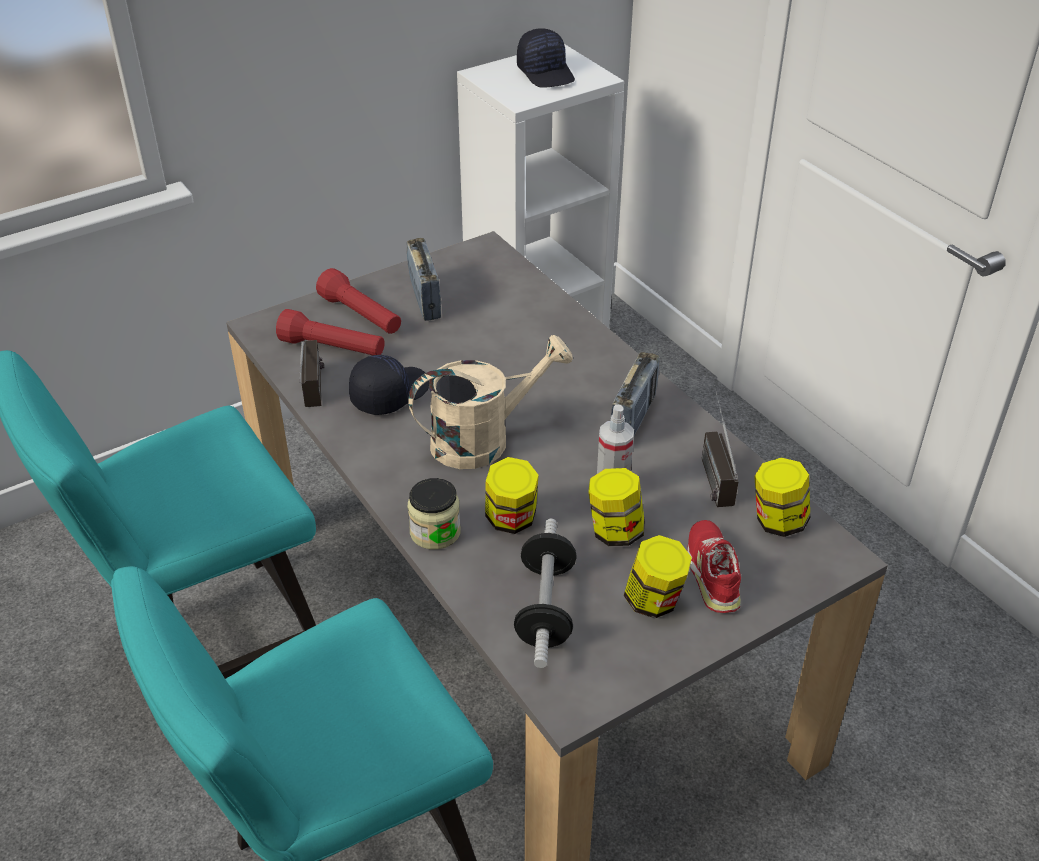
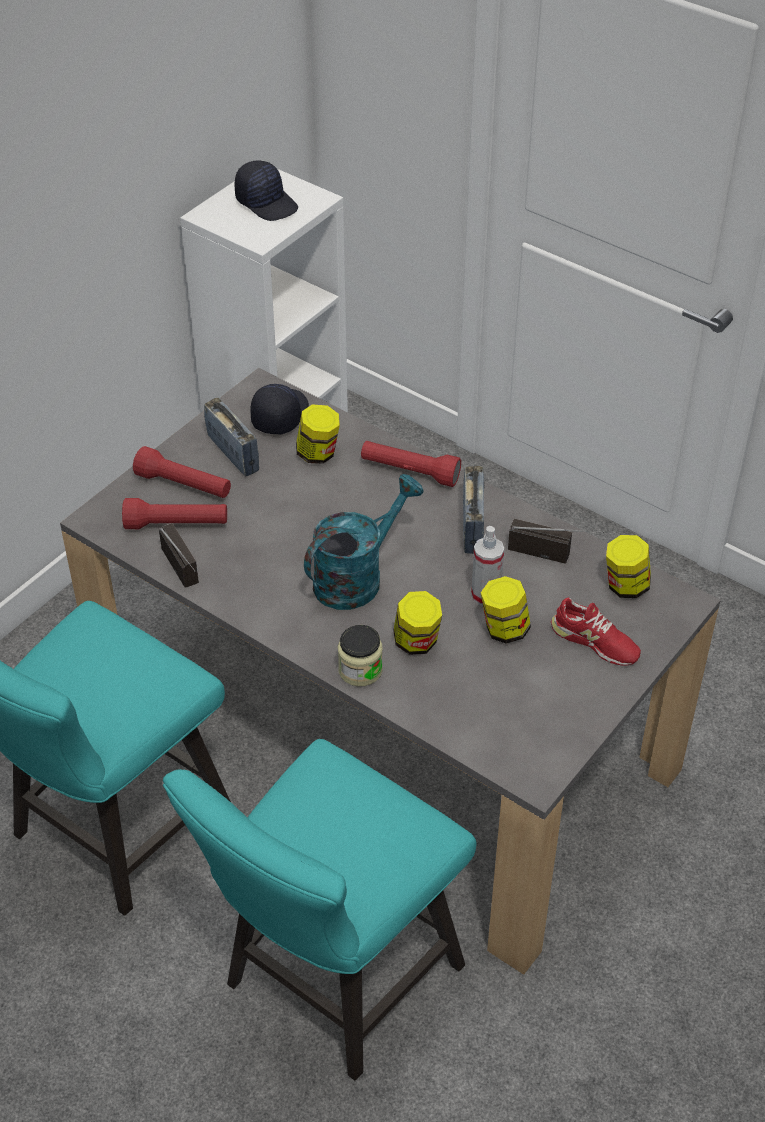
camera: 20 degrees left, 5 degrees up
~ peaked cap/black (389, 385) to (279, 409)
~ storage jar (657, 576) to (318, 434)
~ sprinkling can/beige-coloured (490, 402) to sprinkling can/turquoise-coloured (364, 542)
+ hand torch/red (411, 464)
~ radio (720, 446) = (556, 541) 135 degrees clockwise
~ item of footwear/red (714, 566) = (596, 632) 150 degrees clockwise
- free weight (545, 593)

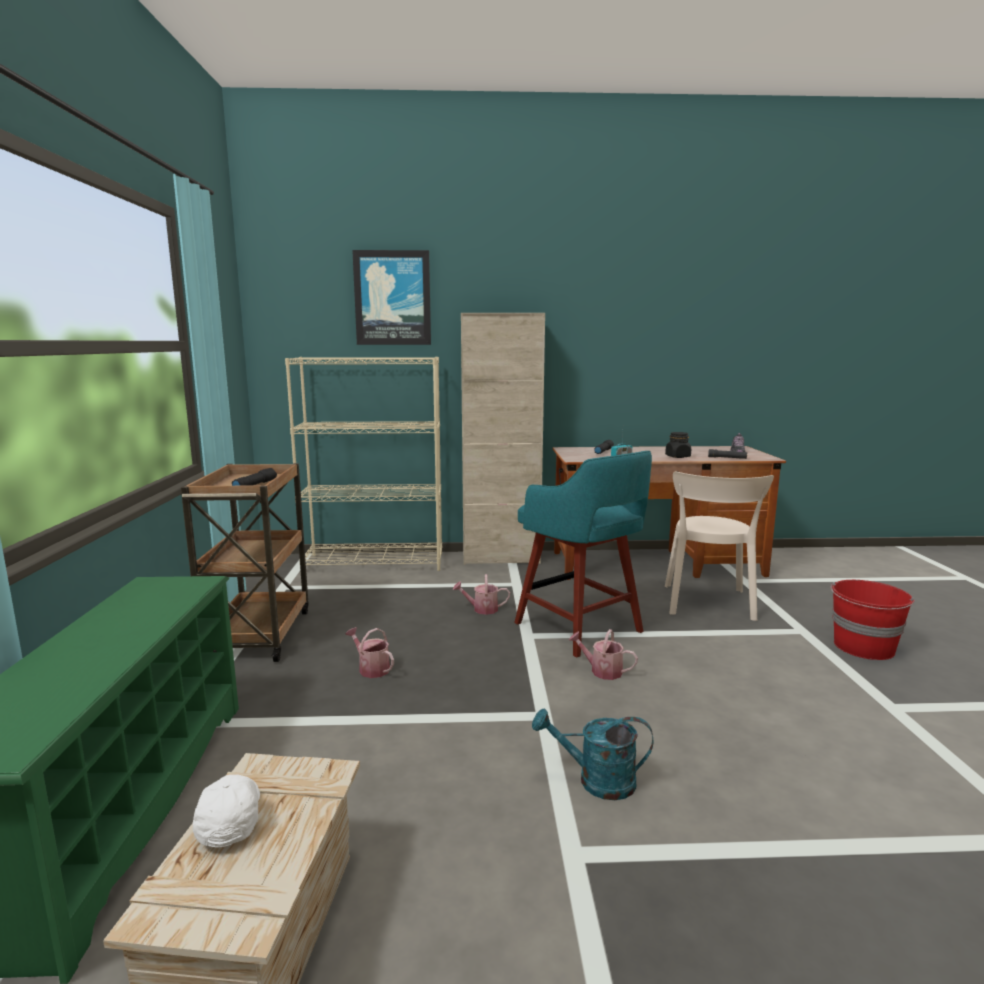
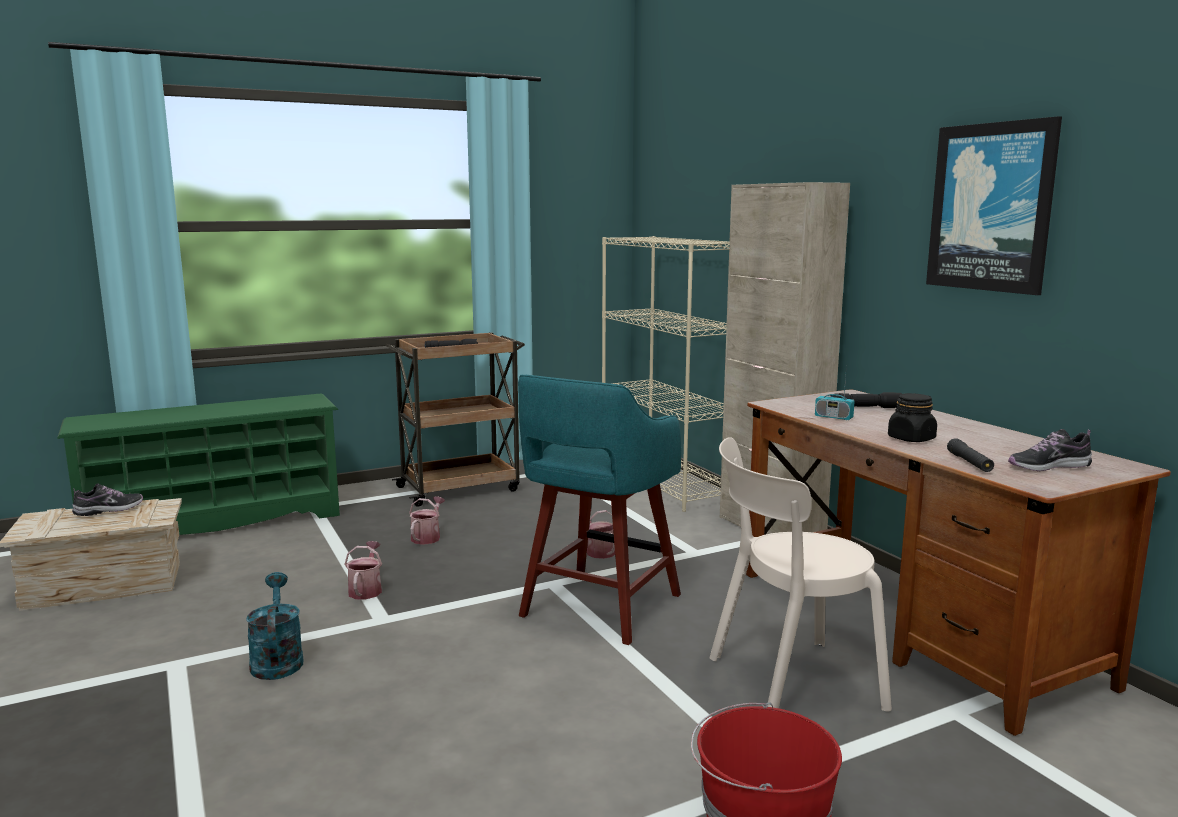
camera: 65 degrees right, 0 degrees up
~ peaked cap/white (226, 811) to item of footwear (107, 499)
~ sprinkling can (603, 654) to (363, 570)
~ picture (391, 297) to (994, 205)

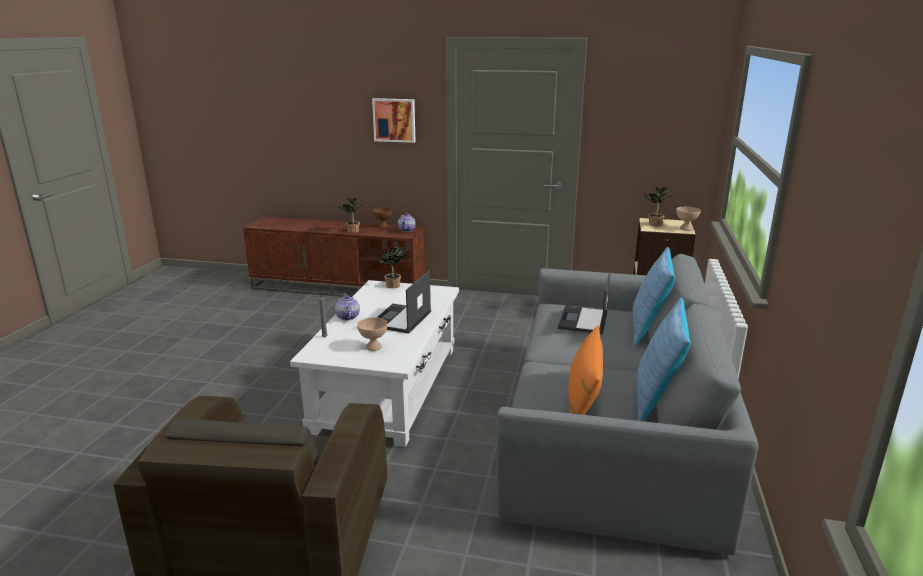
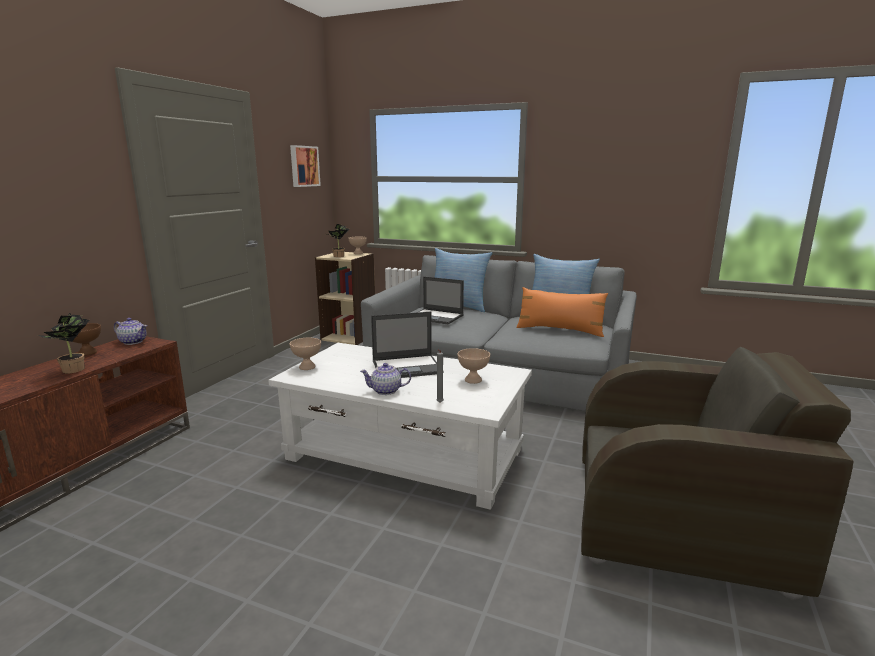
camera: 80 degrees left, 5 degrees down
~ picture (393, 120) to (305, 166)
~ plant in a pot (392, 266) to bowl/beige-coloured (305, 354)
~ laptop (403, 301) = (404, 345) 45 degrees counterclockwise

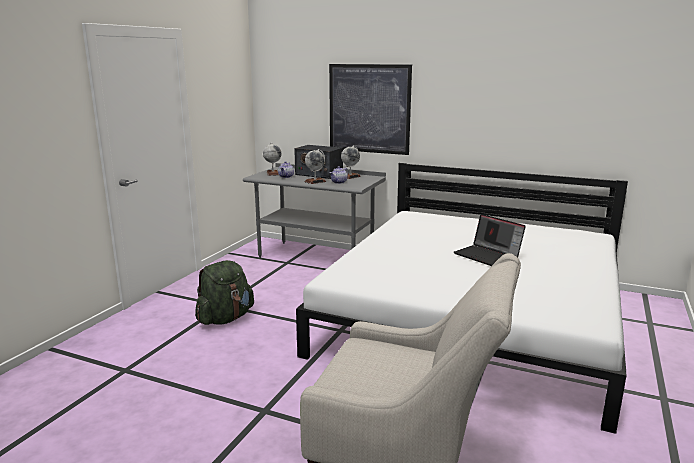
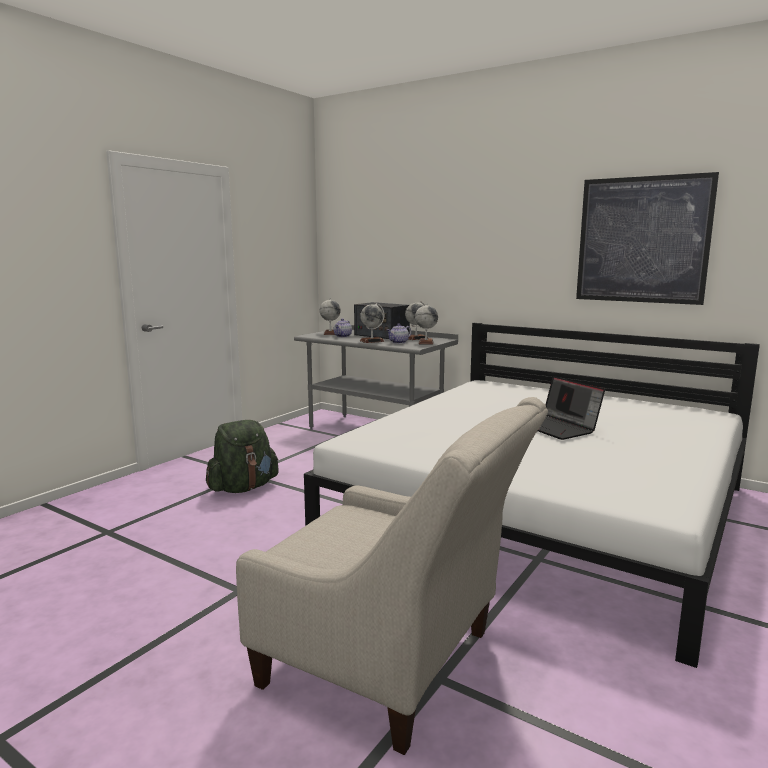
camera: 10 degrees right, 5 degrees down
+ globe (426, 324)
~ picture (370, 109) to (647, 238)

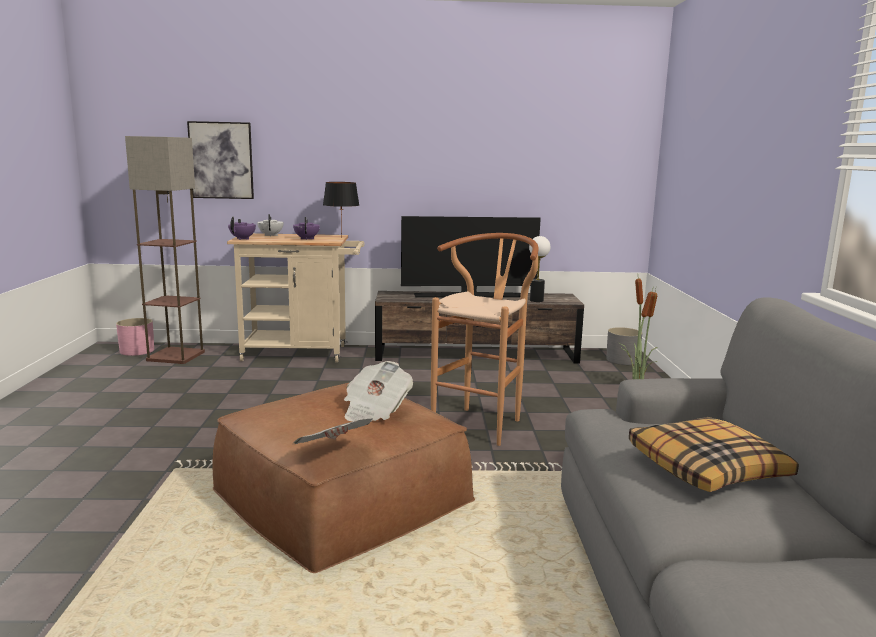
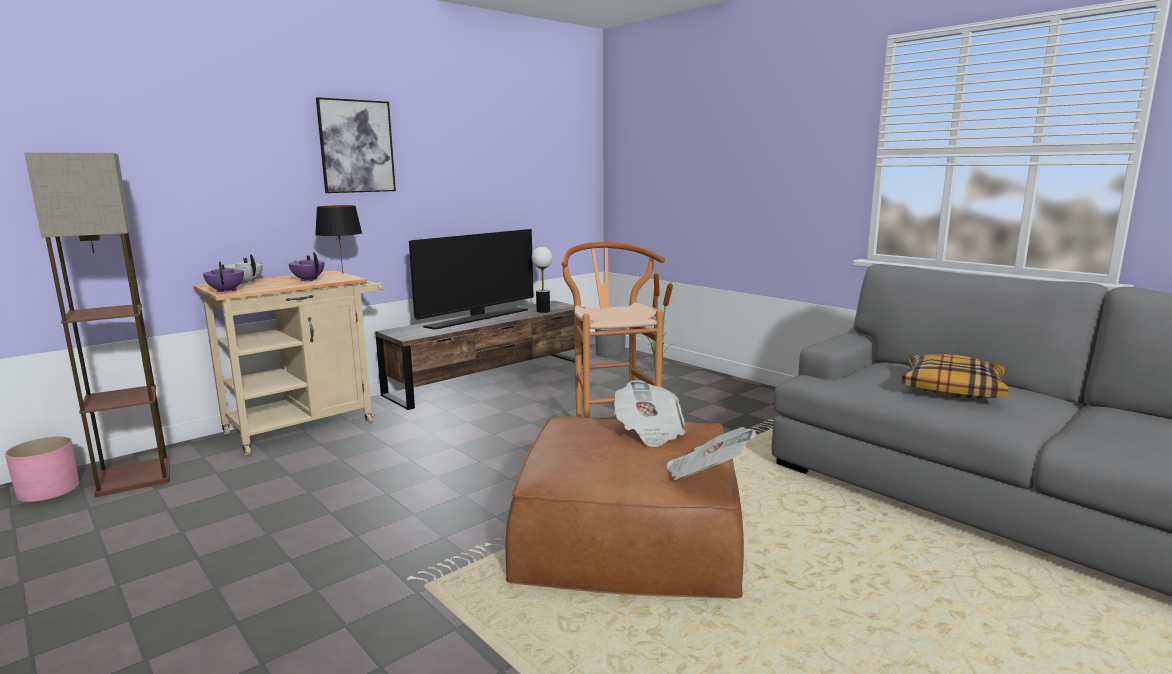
camera: 40 degrees left, 0 degrees up
~ picture (220, 160) to (356, 145)

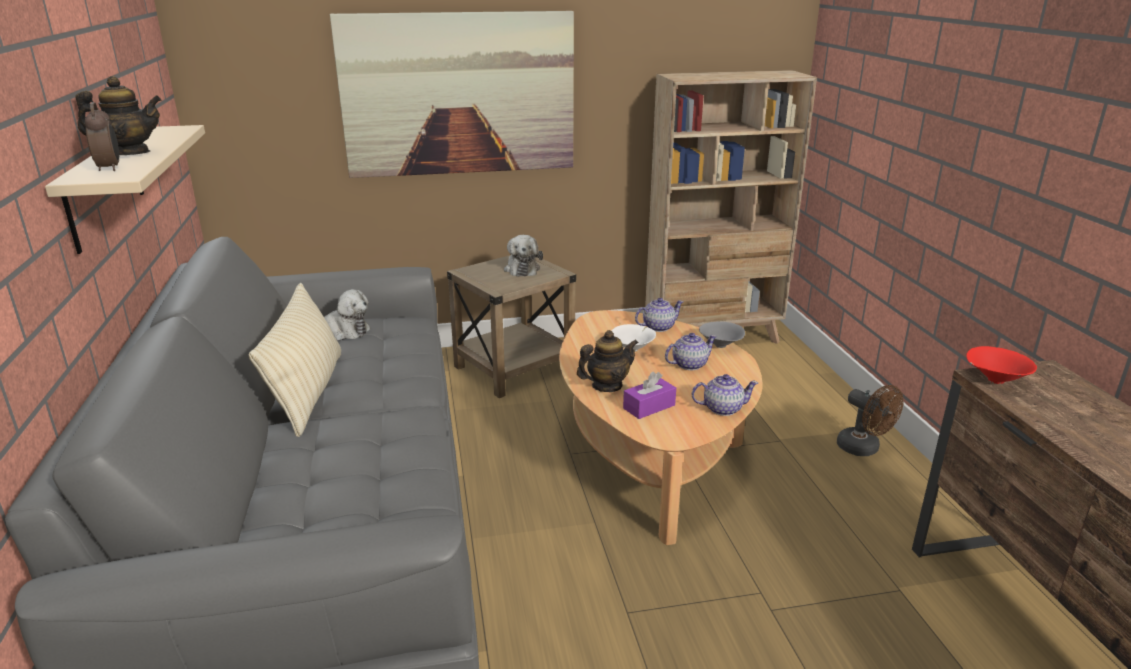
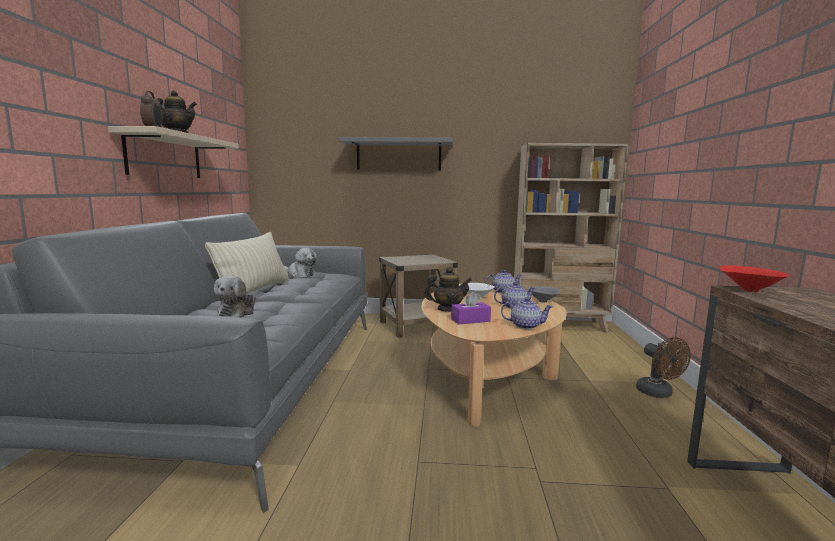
camera: 15 degrees right, 15 degrees down
~ cuddly toy (523, 256) to (235, 296)
~ picture (452, 94) to bracket shelf/greyish (396, 154)

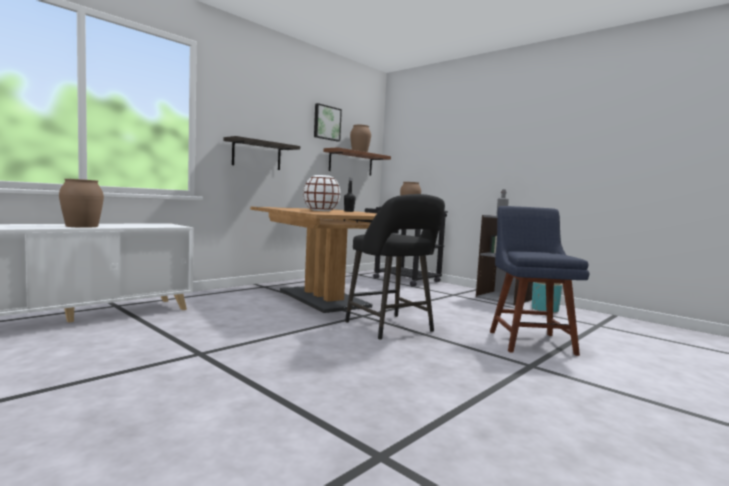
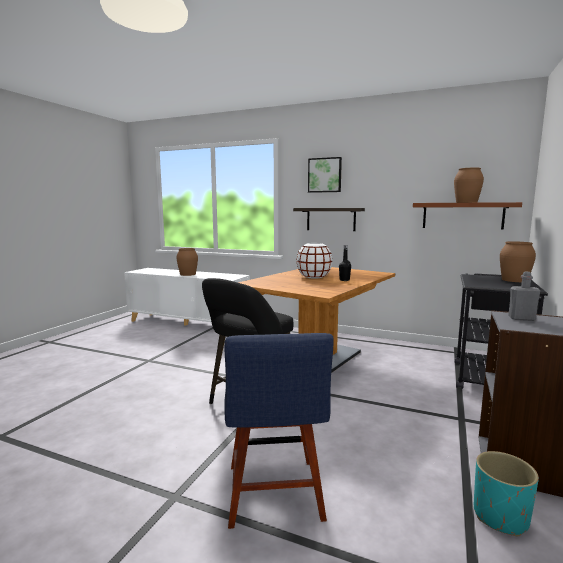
camera: 70 degrees right, 5 degrees up
~ plain chair/blue (539, 281) = (279, 431) 105 degrees clockwise
~ picture (328, 122) to (325, 175)

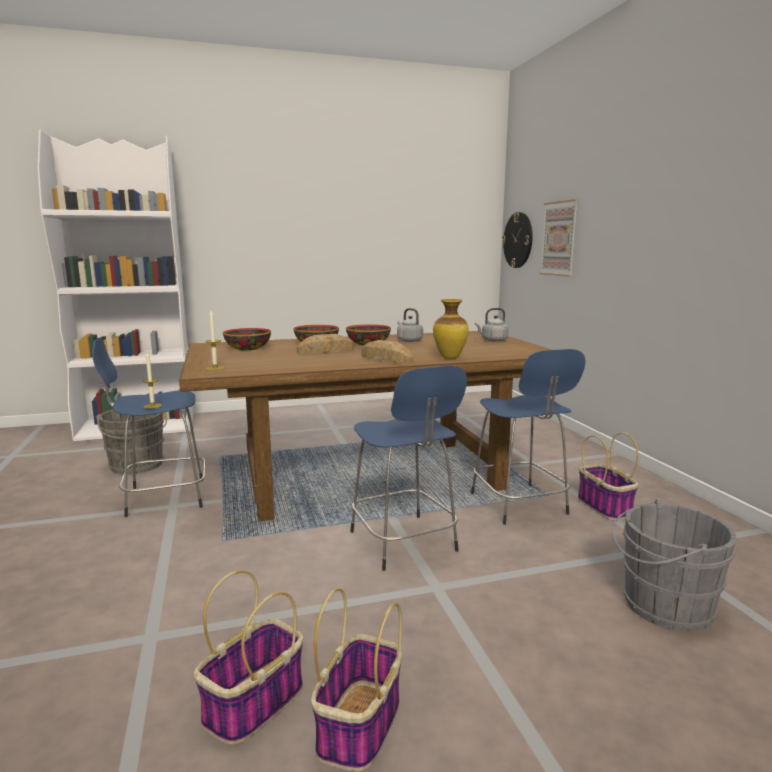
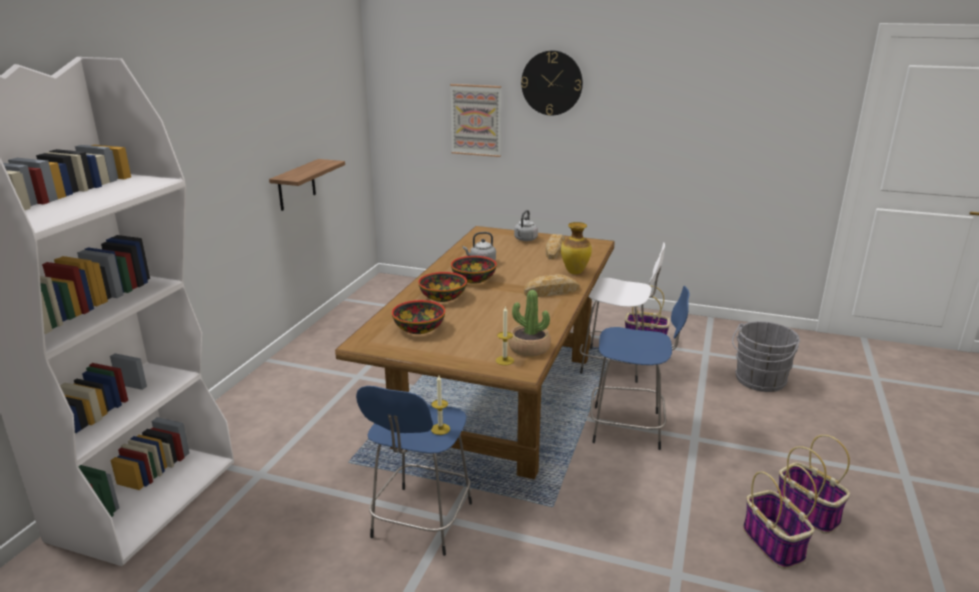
camera: 55 degrees left, 10 degrees up
+ bracket shelf (307, 185)
+ plant in a pot (530, 323)
~ clock on the wall (517, 240) to (552, 83)
~ baked bread (325, 344) to (555, 247)
~ sitting stool/blue (528, 437) to sitting stool/white (622, 312)
- water bucket/greyish (131, 441)

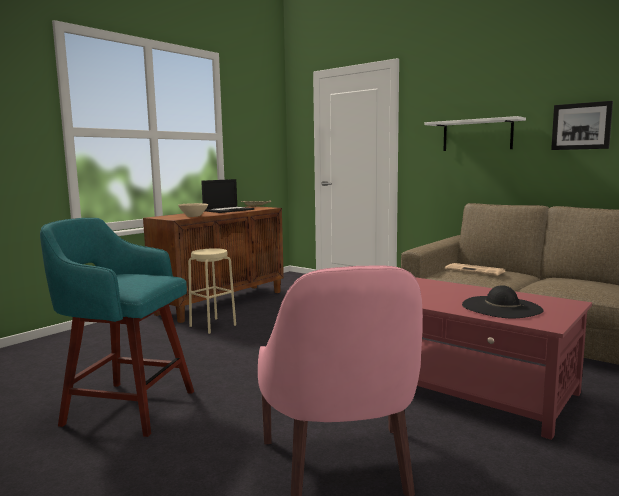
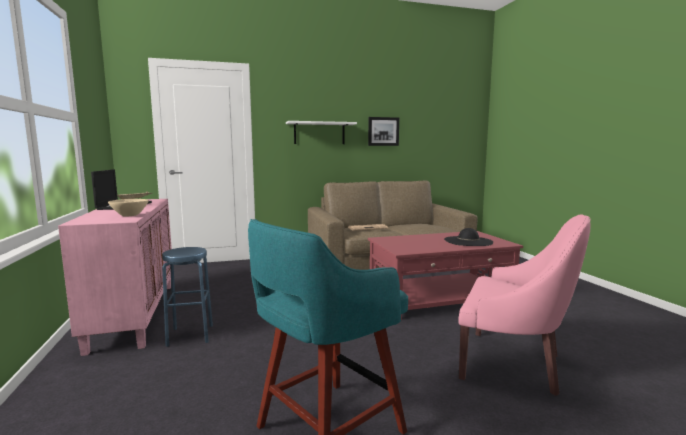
camera: 55 degrees left, 0 degrees up
~ cabinet/brown (213, 264) to cabinet/pink (115, 277)
~ sitting stool/beige-coloured (212, 291) to sitting stool/blue (187, 297)

